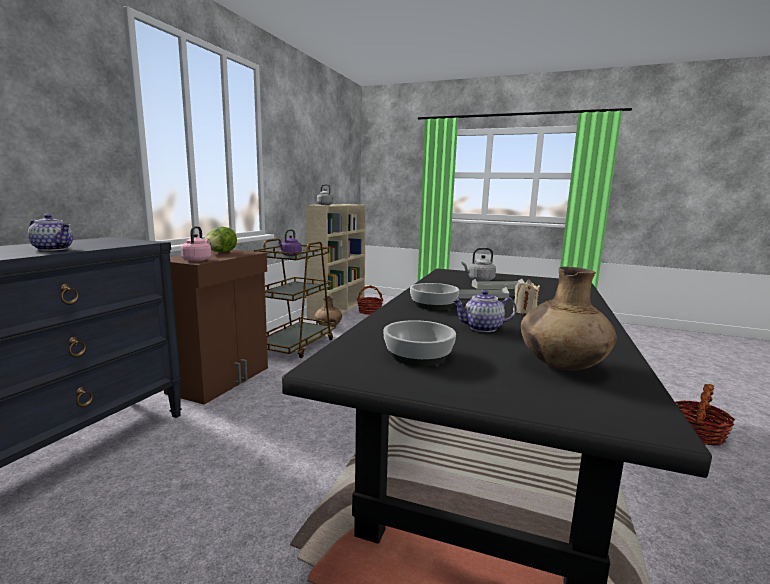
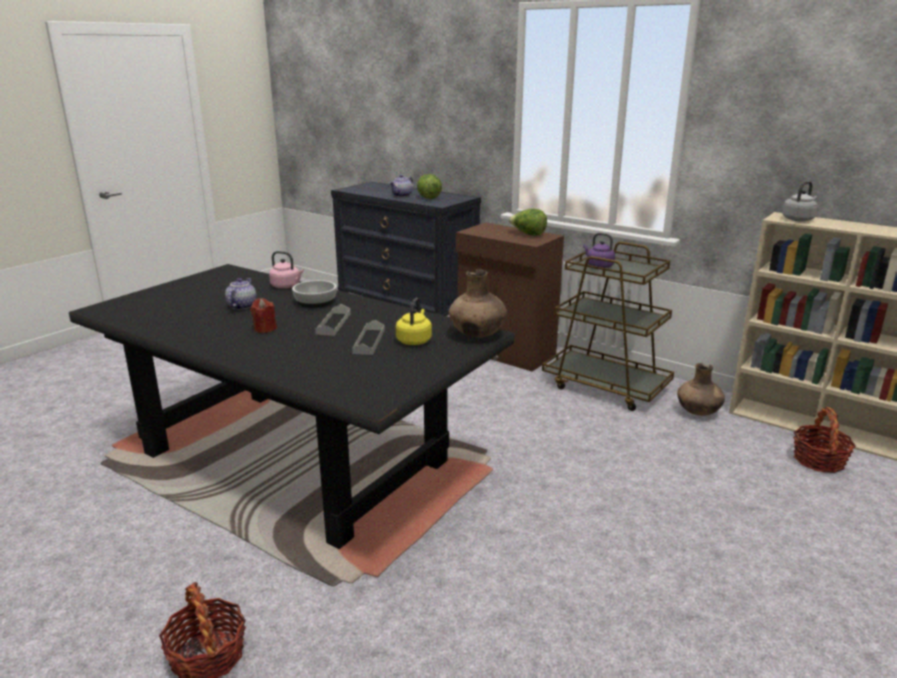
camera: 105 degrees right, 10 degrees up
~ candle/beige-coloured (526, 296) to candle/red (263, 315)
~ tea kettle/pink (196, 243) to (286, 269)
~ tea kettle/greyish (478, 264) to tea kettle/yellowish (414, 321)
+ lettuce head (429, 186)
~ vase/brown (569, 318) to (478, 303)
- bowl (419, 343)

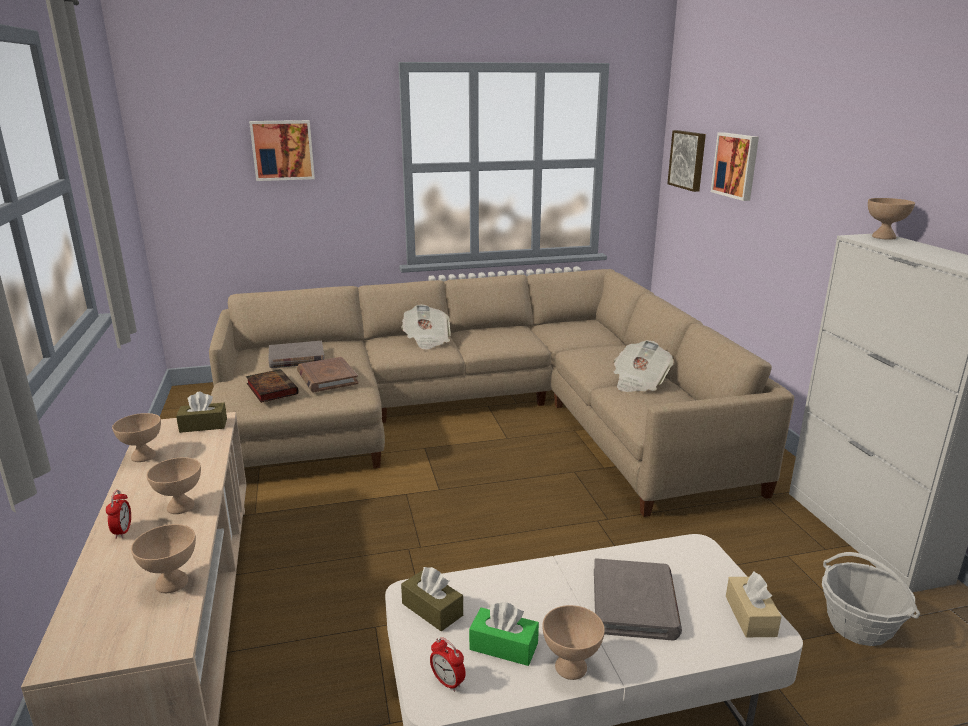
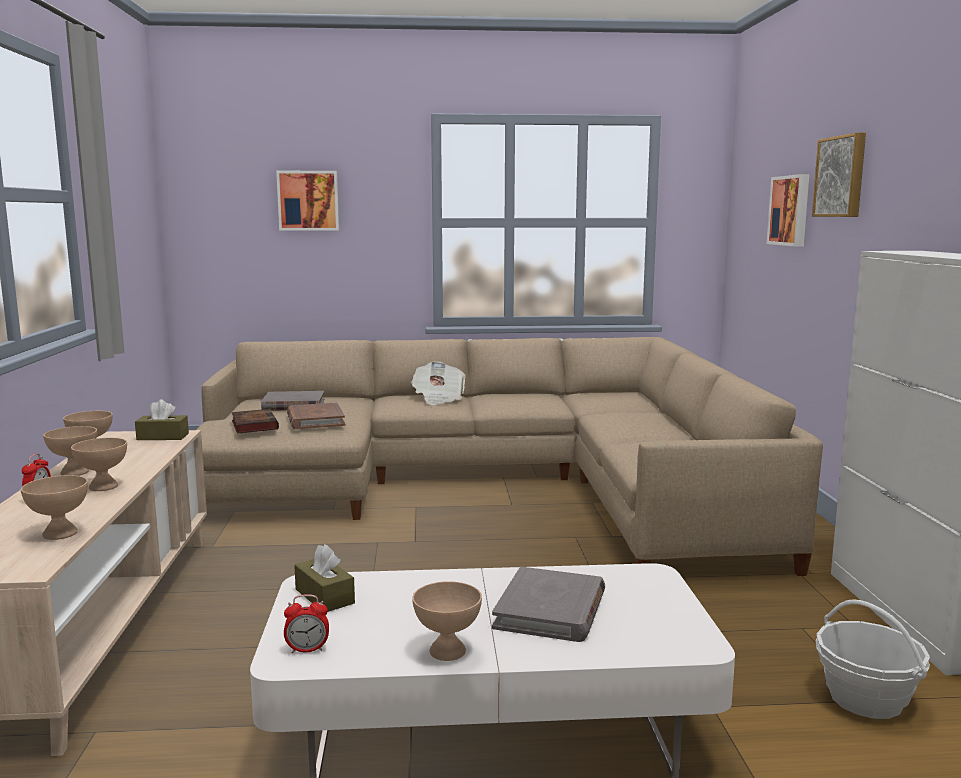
camera: 10 degrees right, 10 degrees down
~ bowl/beige-coloured (891, 219) to (70, 451)
~ table clock (448, 664) = (306, 623) 60 degrees counterclockwise
~ picture (686, 161) to (839, 174)
- tissue holder/green-coloured (504, 634)
- daily paper (643, 366)
- tissue holder/beige-coloured (754, 604)

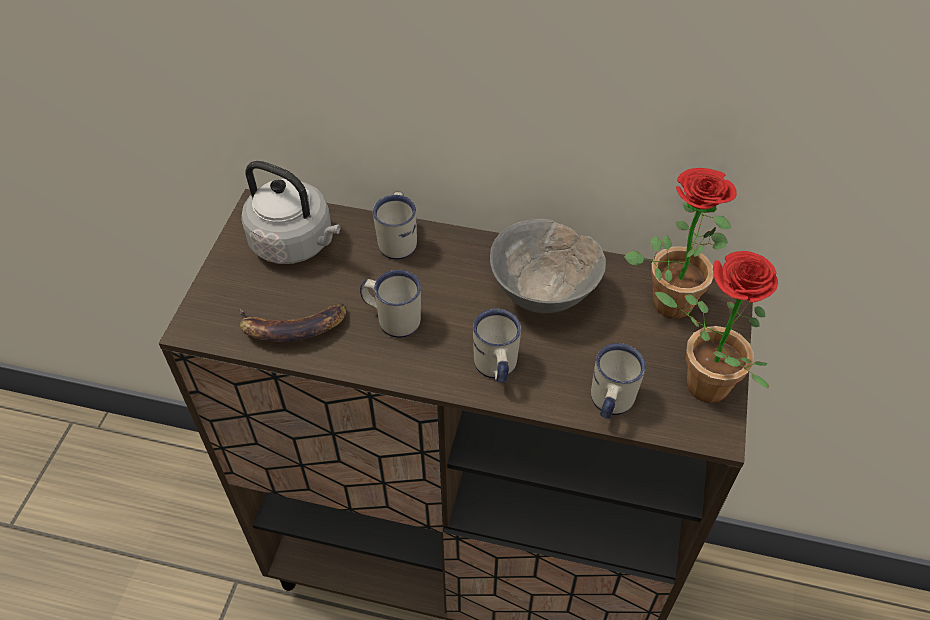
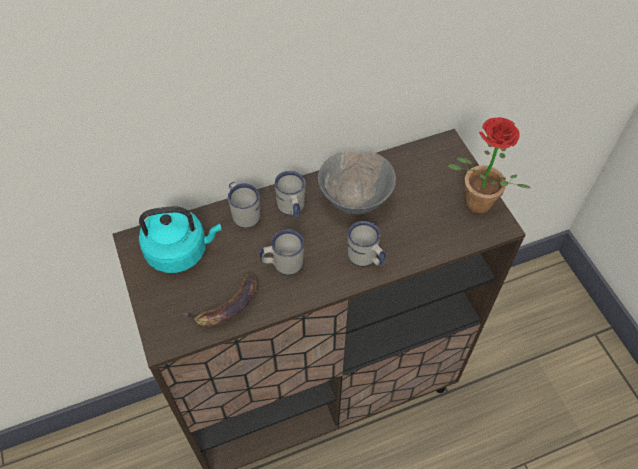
camera: 35 degrees left, 5 degrees up
~ tea kettle/greyish (291, 212) to tea kettle/turquoise-coloured (180, 239)
~ tea mug/white (618, 381) to (289, 194)
- plant in a pot (680, 243)

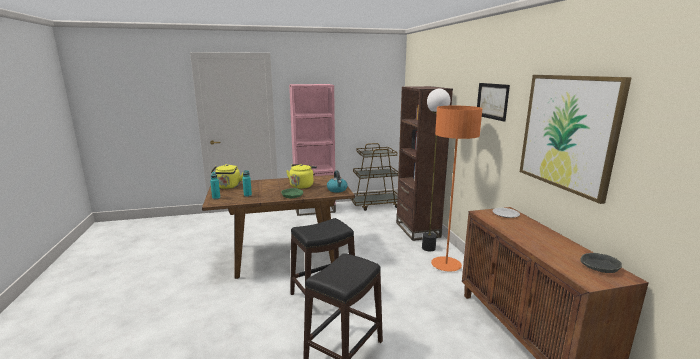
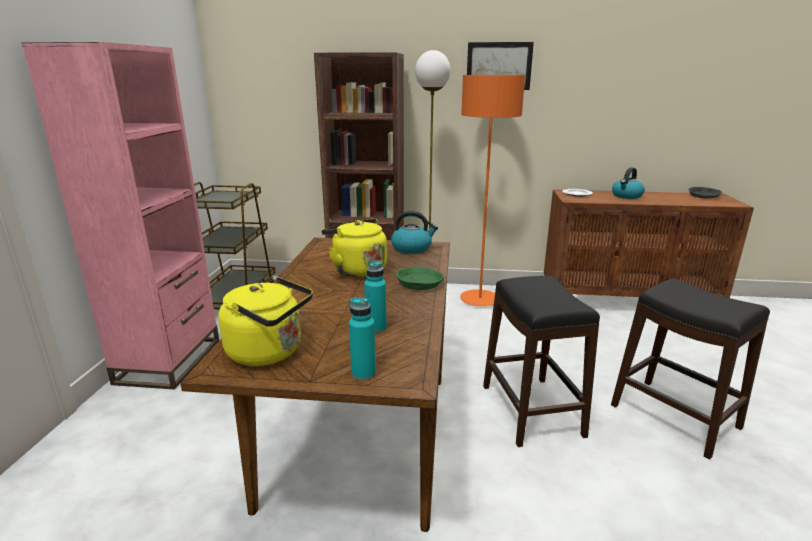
camera: 70 degrees left, 5 degrees up
+ tea kettle (628, 183)
- picture (576, 139)

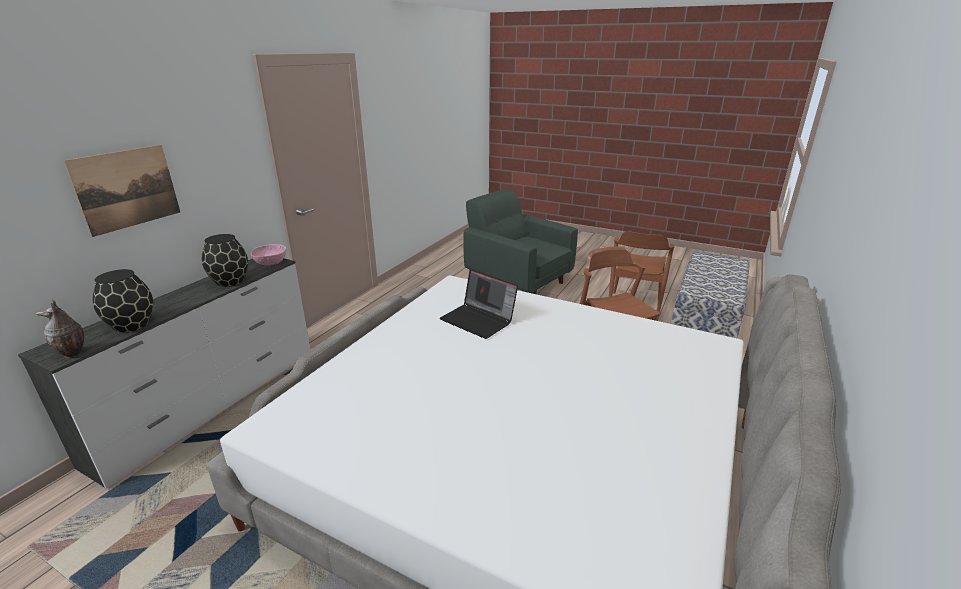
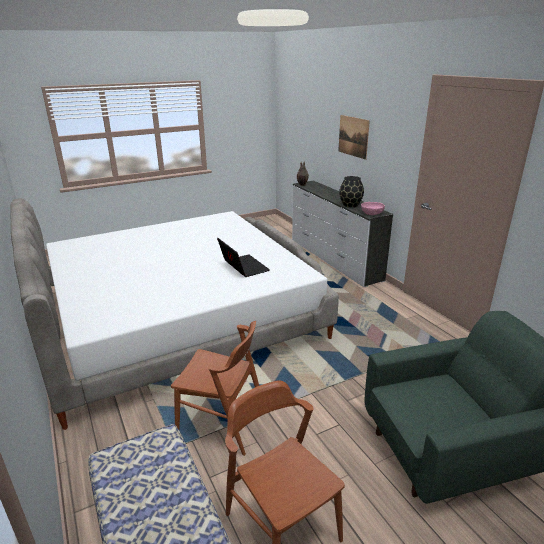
camera: 125 degrees right, 0 degrees up
~ laptop (479, 304) = (243, 257) 75 degrees clockwise
- vase/black (123, 301)

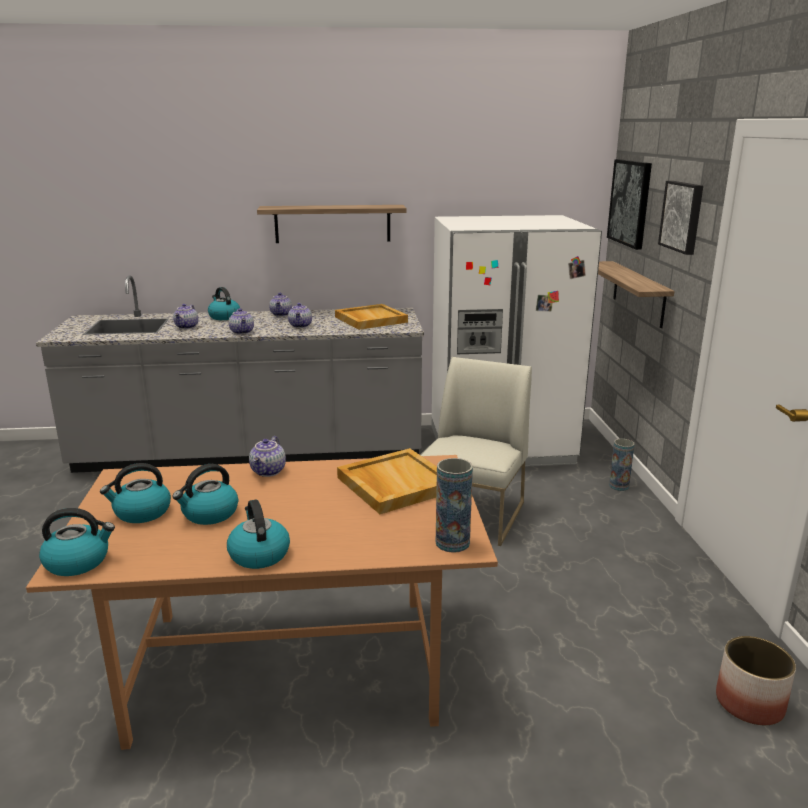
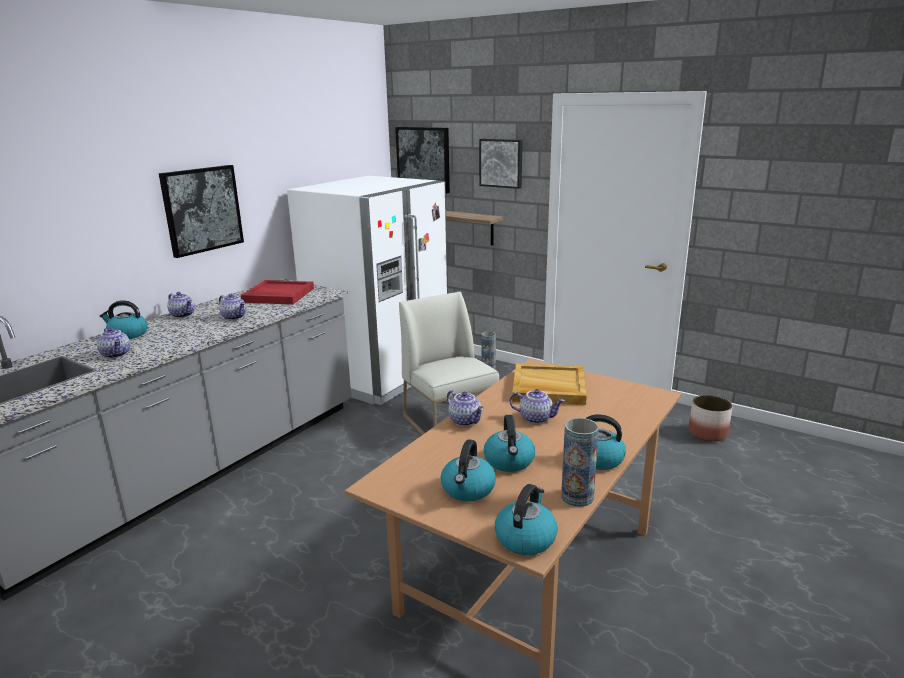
camera: 50 degrees left, 0 degrees up
~ bracket shelf (332, 224) to picture (201, 211)
~ carrying tray/beige-coloured (371, 317) to carrying tray/red (277, 292)
~ teapot (241, 321) to (537, 406)
~ vase (454, 505) to (580, 462)

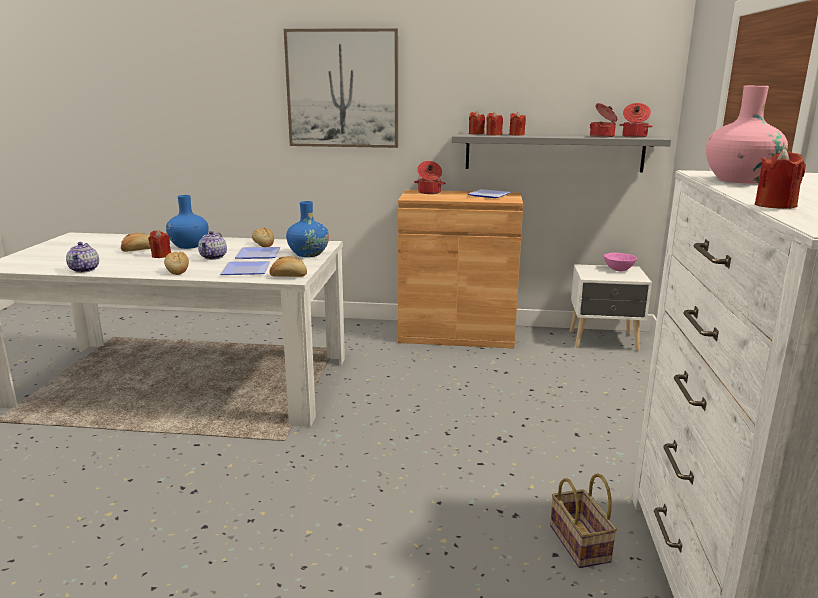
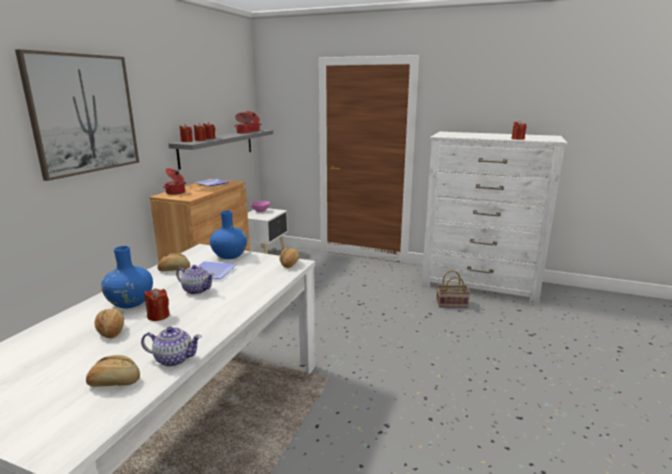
camera: 75 degrees left, 0 degrees up
~ baked bread (176, 263) to (113, 371)
- flat dish (245, 268)
- vase/pink (747, 134)

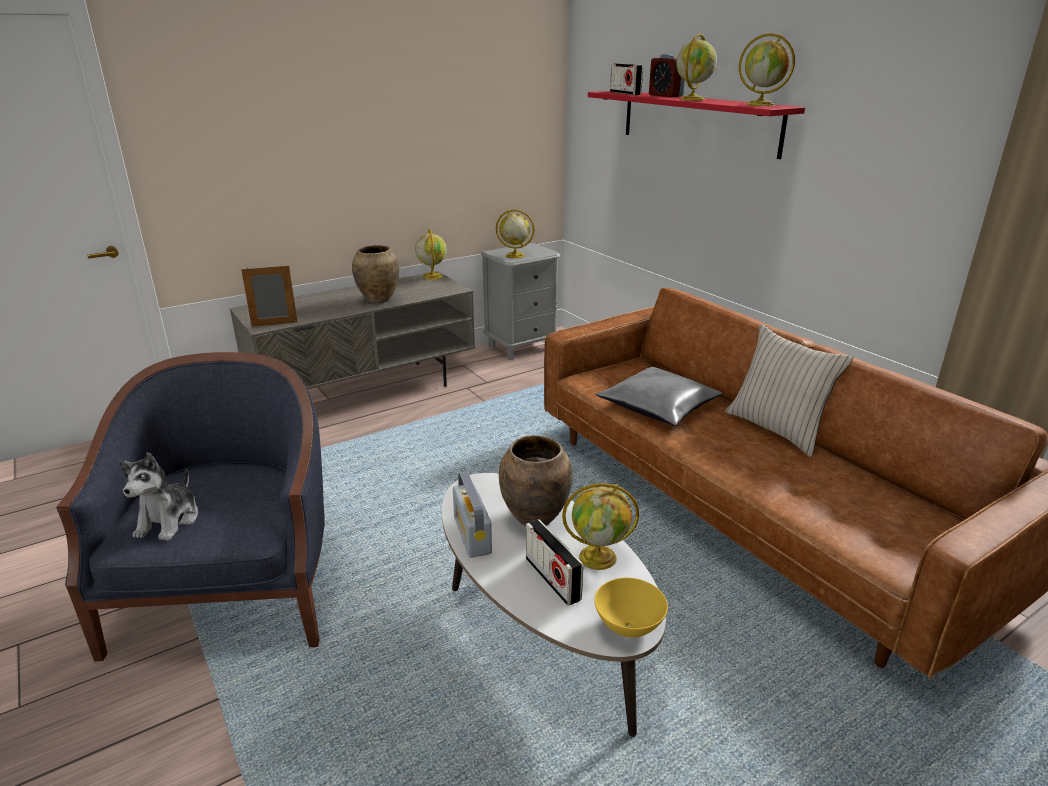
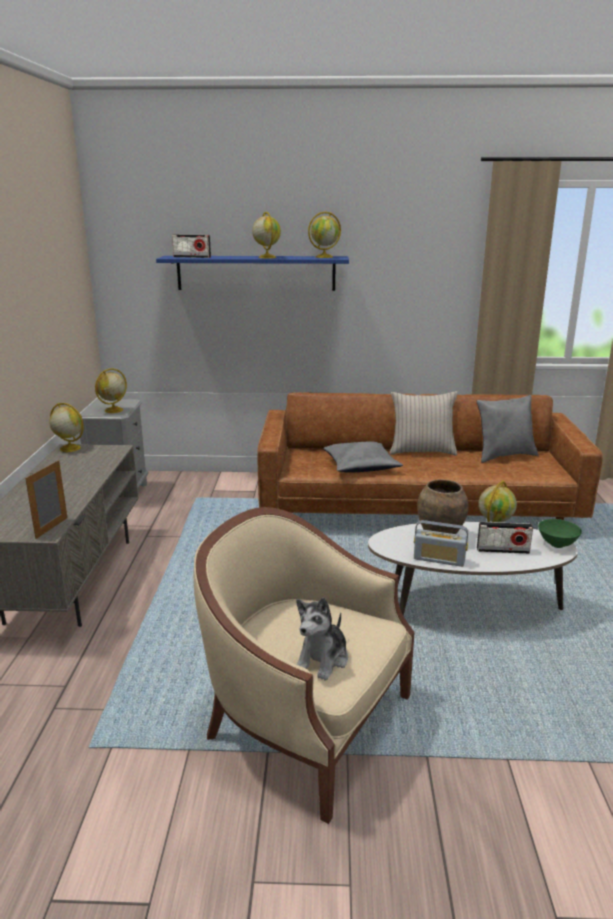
camera: 55 degrees left, 5 degrees down
~ bracket shelf/red (696, 125) to bracket shelf/blue (252, 273)
~ lounge chair/blue (190, 506) to lounge chair/beige-coloured (304, 665)
~ cuddly toy (159, 496) = (322, 639) 75 degrees clockwise
+ pillow/greyish (508, 429)
~ bowl/yellowish (631, 607) to bowl/green-coloured (560, 533)
- vase/brown (375, 274)
- table clock (667, 75)

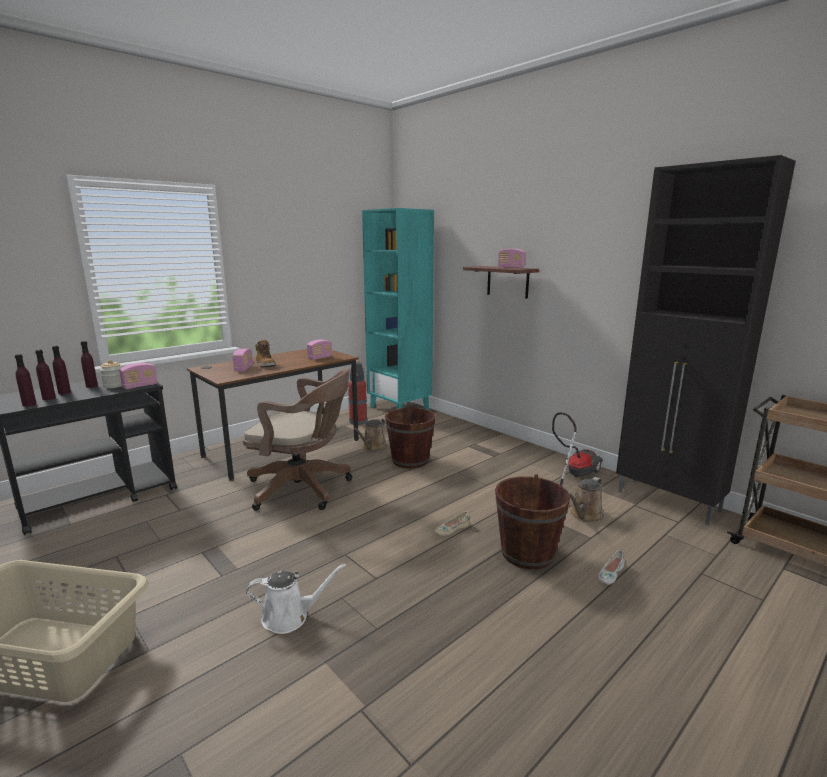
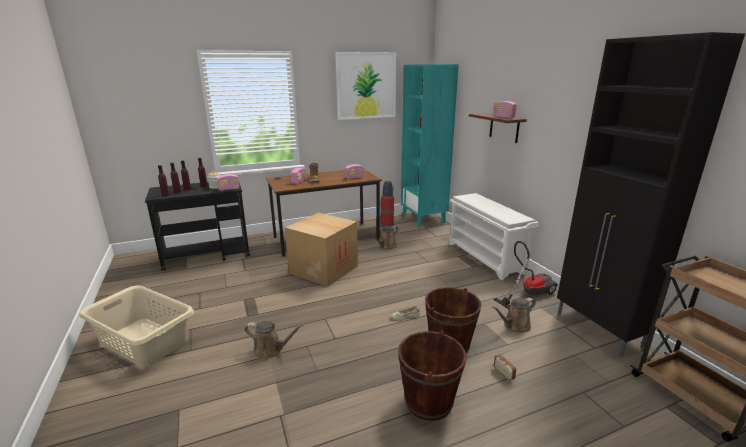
camera: 20 degrees right, 5 degrees up
~ sprinkling can/white (296, 599) to sprinkling can/brown (274, 340)
~ computer chair/brown (297, 440) to packing box (321, 250)
+ picture (365, 86)
~ water bucket/brown (410, 437) to (432, 376)
+ shoe rack/white (494, 236)
~ item of footwear/white (611, 567) to radio (505, 365)

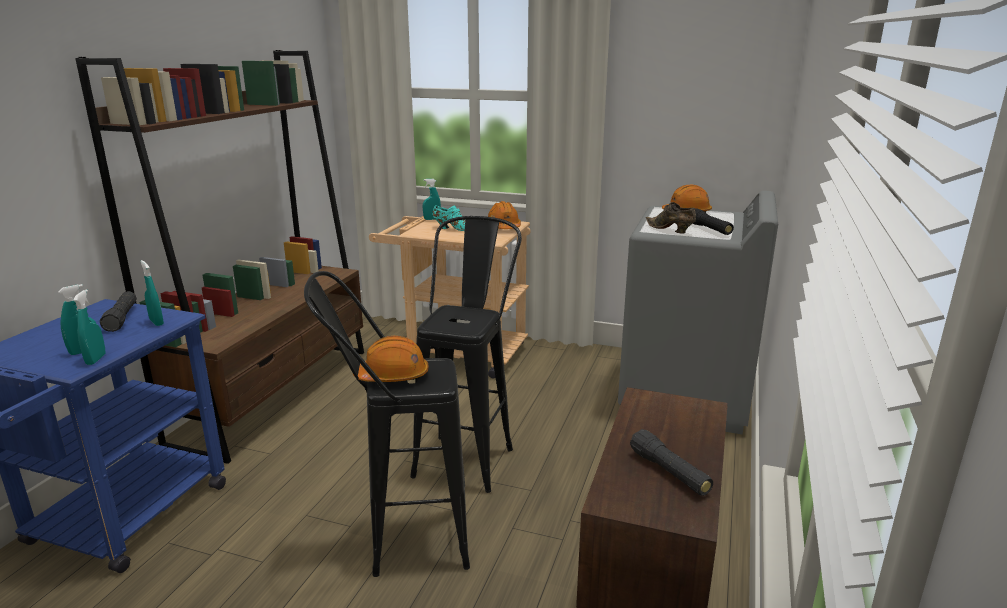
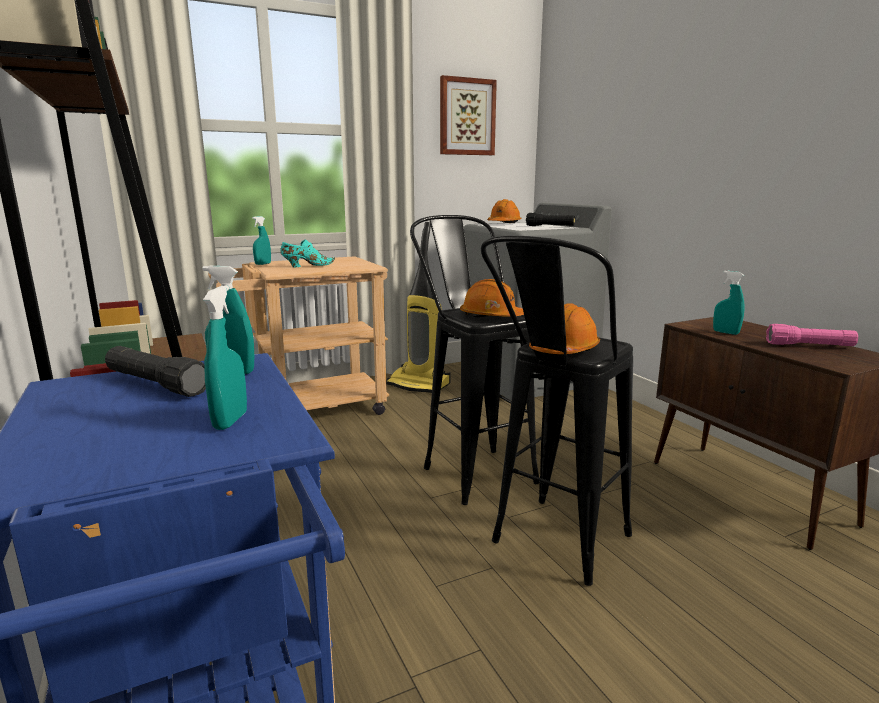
camera: 45 degrees left, 5 degrees down
+ vacuum (418, 307)
+ picture (468, 115)
~ safety helmet/orange (504, 215) to (492, 298)
~ sprayer/turquoise-coloured (89, 327) to (729, 303)
~ hand torch/black (671, 462) to hand torch/pink (812, 335)
- item of footwear/brown (671, 218)

